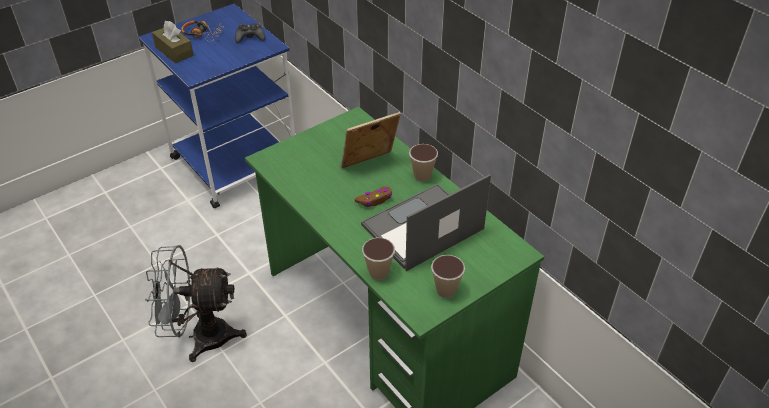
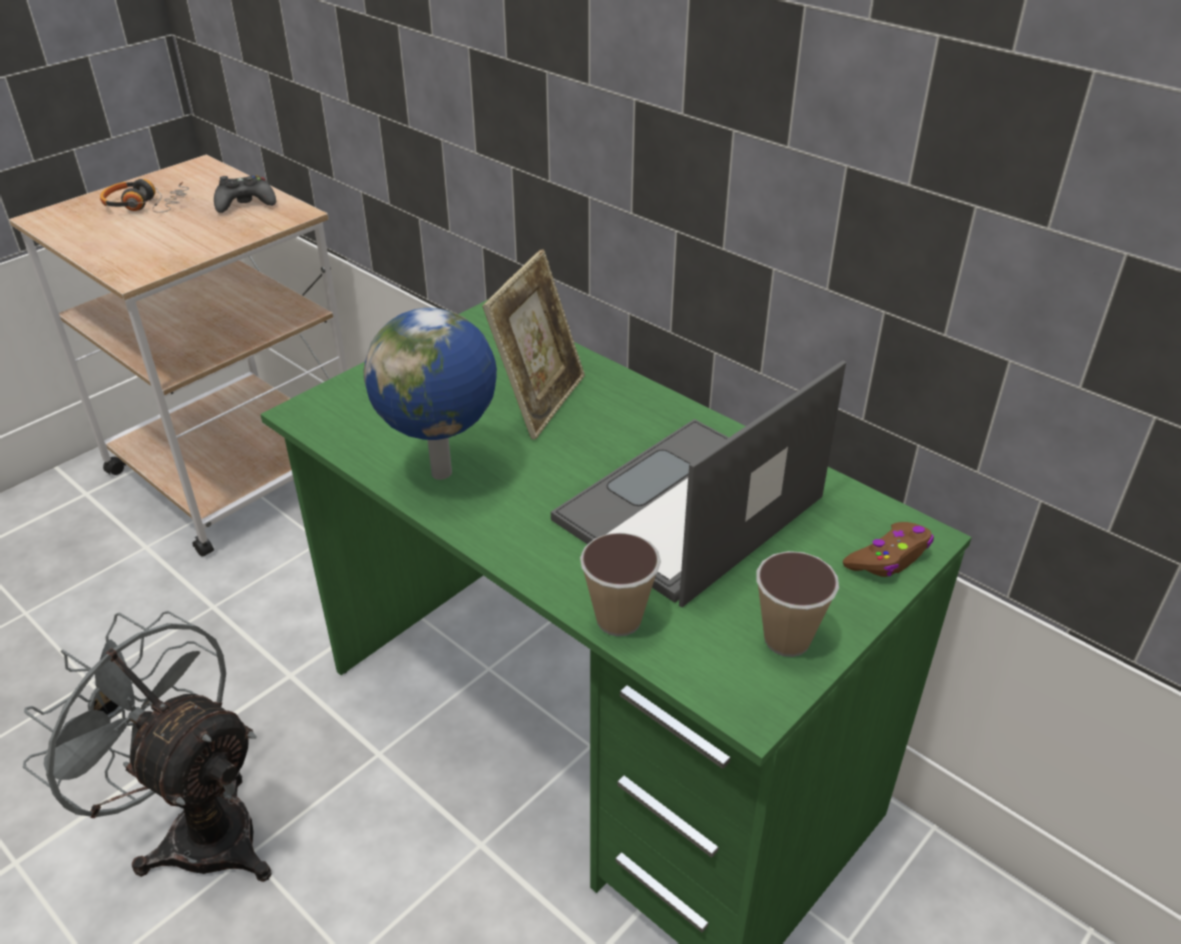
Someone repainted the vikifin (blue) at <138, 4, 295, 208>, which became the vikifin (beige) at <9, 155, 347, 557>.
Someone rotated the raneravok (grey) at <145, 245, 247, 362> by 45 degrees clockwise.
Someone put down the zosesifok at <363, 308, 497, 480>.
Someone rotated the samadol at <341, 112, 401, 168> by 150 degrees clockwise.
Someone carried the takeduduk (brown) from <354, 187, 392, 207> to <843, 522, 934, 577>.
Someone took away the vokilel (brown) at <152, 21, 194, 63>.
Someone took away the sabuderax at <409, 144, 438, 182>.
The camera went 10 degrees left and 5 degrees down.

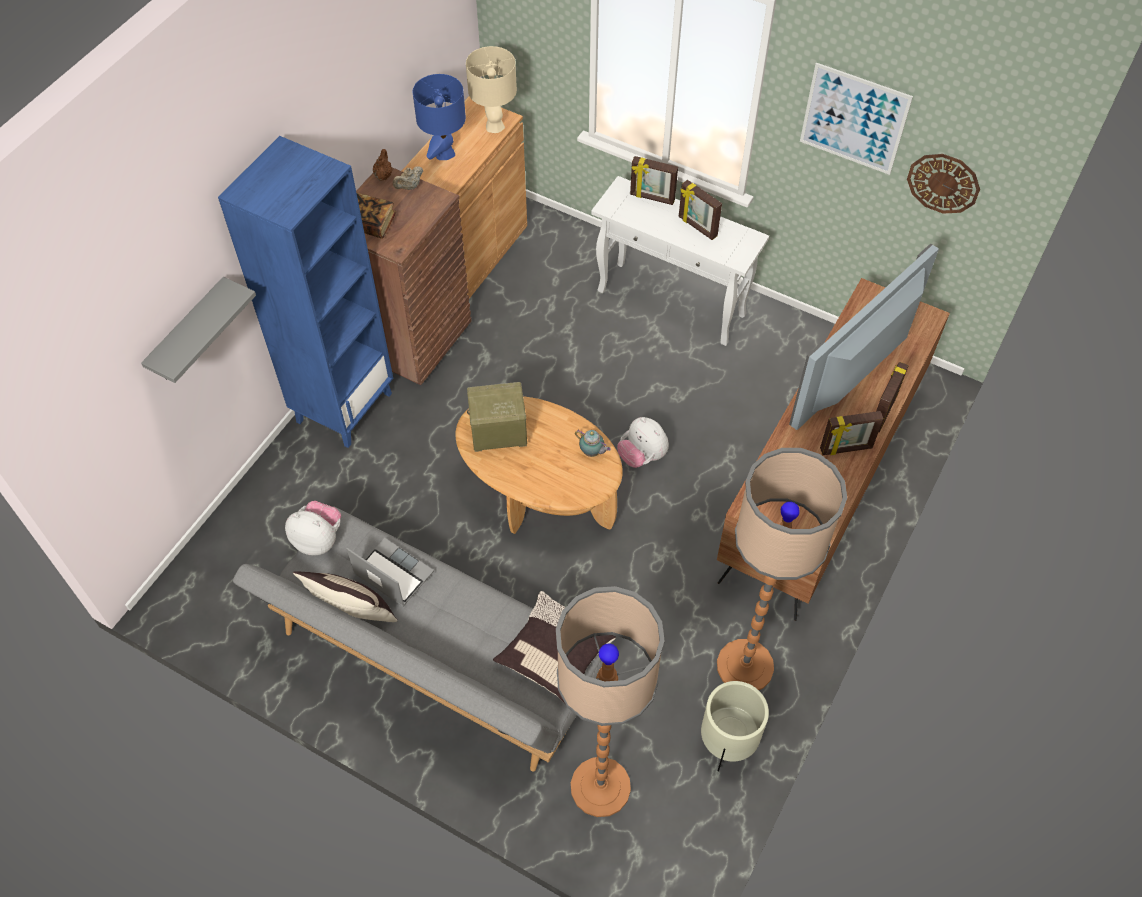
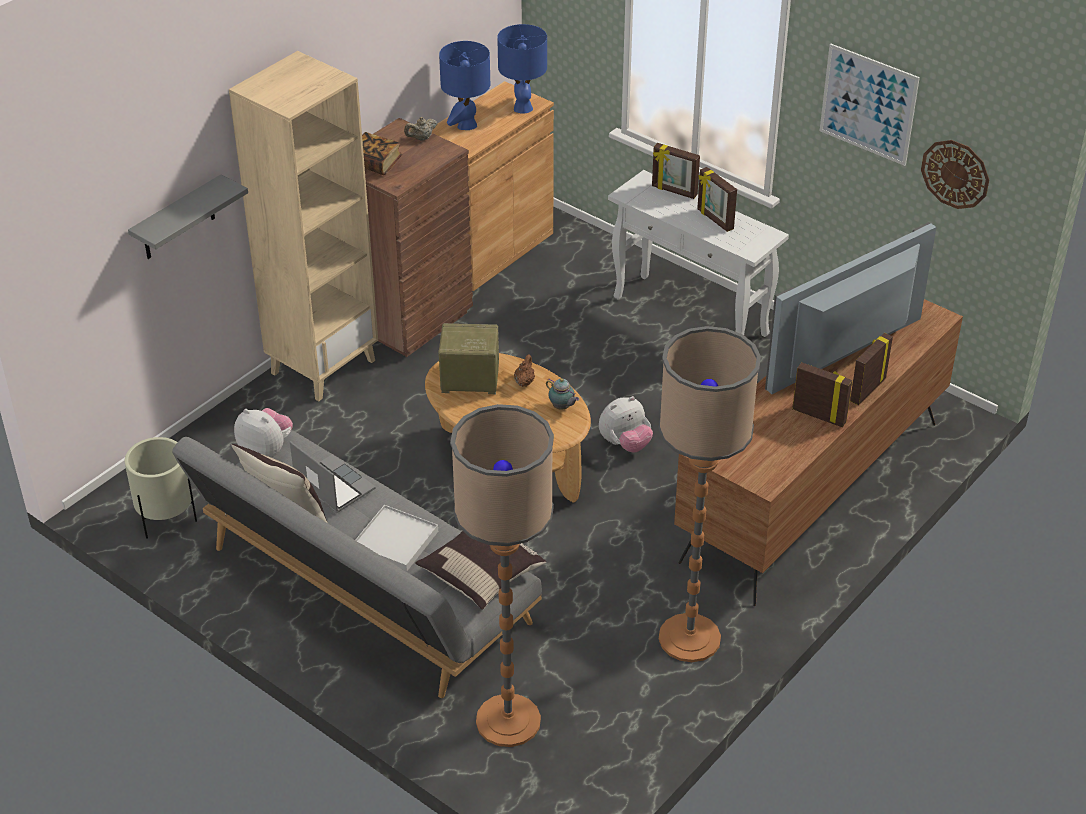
Someone carried the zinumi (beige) from <701, 681, 769, 771> to <124, 437, 197, 539>.
Someone repainted the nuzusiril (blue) at <218, 136, 393, 448>, which became the nuzusiril (beige) at <229, 51, 378, 401>.
Someone put down the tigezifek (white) at <355, 505, 438, 572>.
Someone repainted the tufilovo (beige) at <466, 46, 517, 133>, which became the tufilovo (blue) at <497, 24, 547, 114>.
Someone carried the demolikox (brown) from <373, 149, 392, 181> to <514, 354, 535, 387>.
Someone rotated the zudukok at <617, 417, 669, 468> by 90 degrees counterclockwise.
Someone rotated the samadol at <820, 411, 883, 455> by 150 degrees counterclockwise.
The camera went 10 degrees right and 15 degrees down.

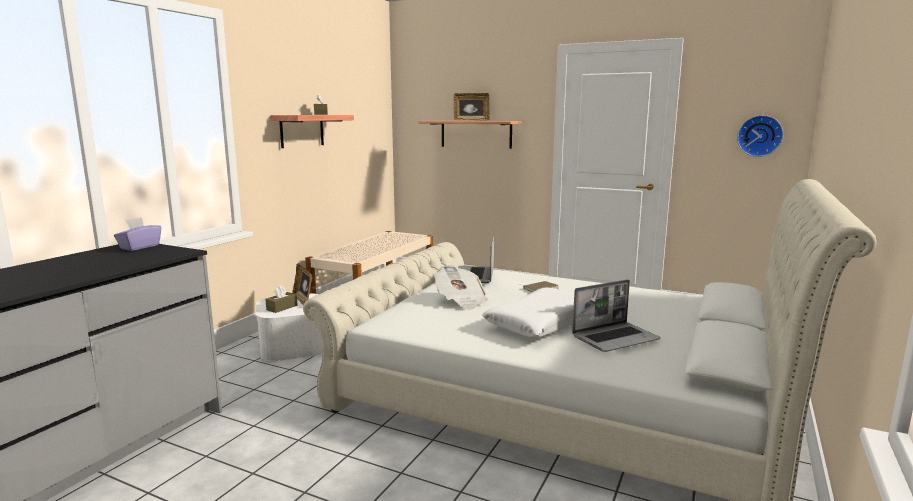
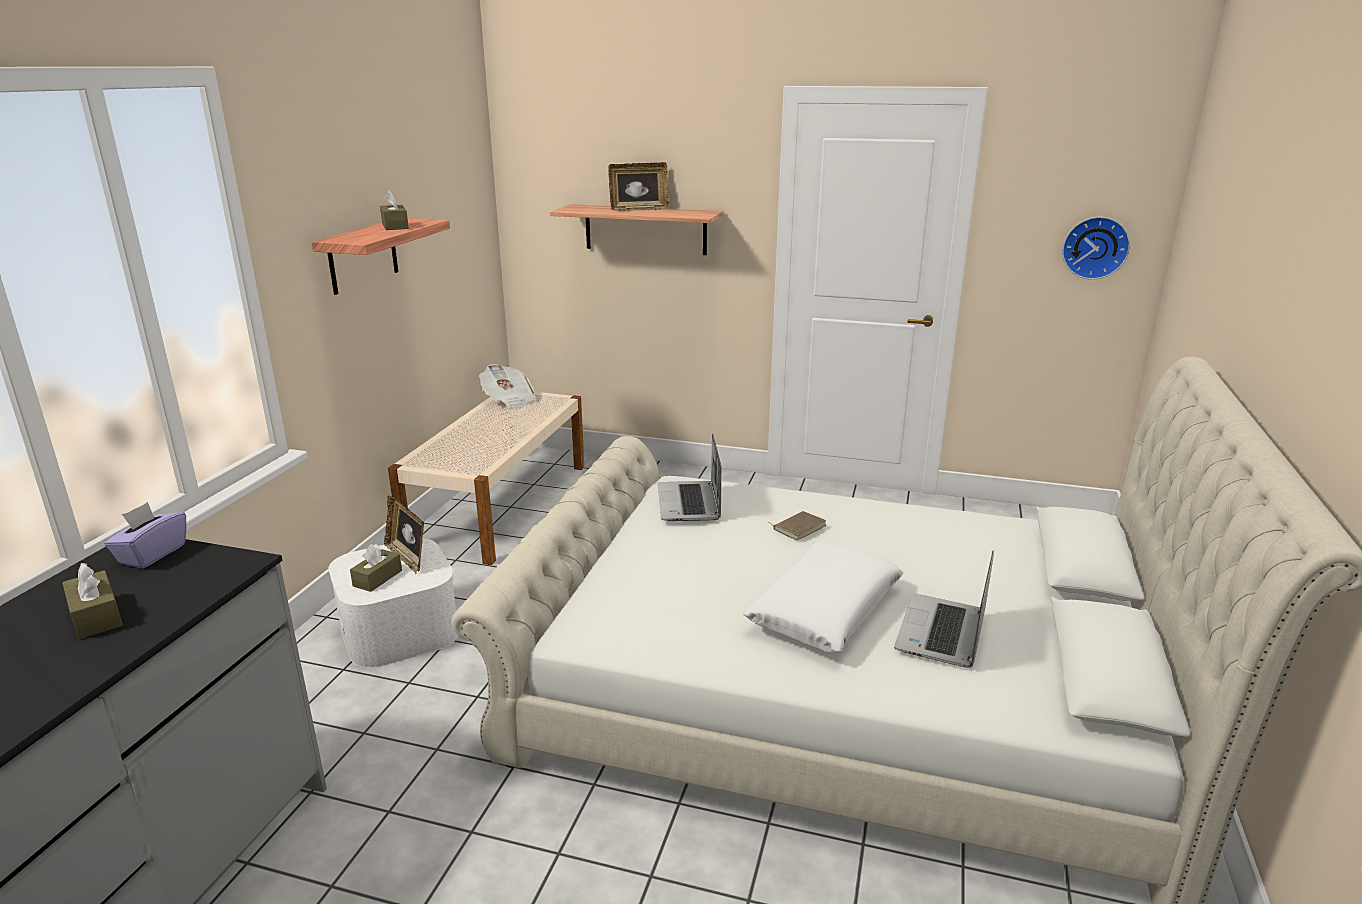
Someone put down the vokilel (brown) at <62, 563, 123, 639>.
Someone carried the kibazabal from <434, 265, 488, 310> to <479, 364, 537, 410>.
Someone rotated the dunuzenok at <572, 279, 661, 352> by 150 degrees clockwise.
The camera went 10 degrees left and 10 degrees up.

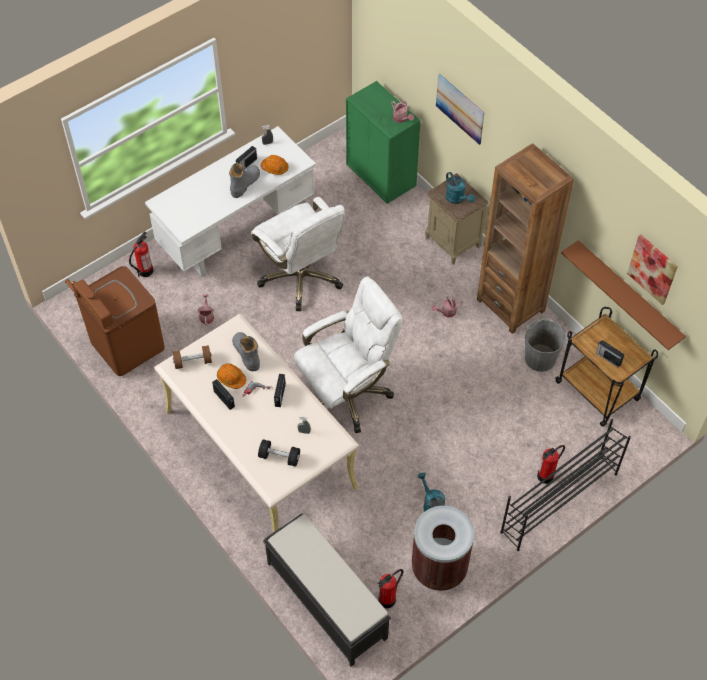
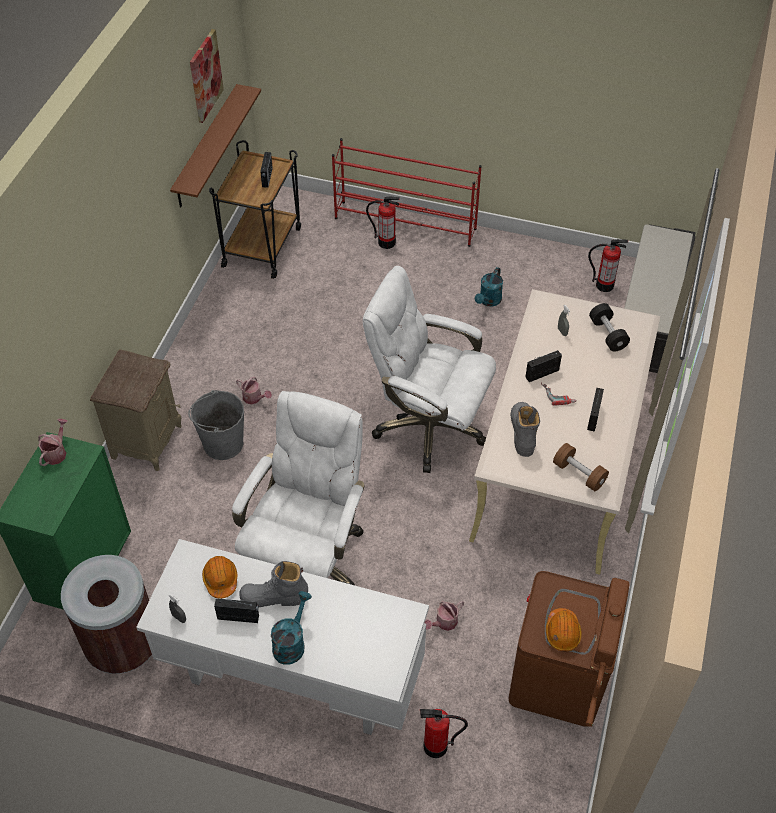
Someone carried the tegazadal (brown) from <412, 506, 474, 591> to <61, 555, 152, 674>.
Someone carried the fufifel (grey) from <525, 318, 566, 372> to <188, 390, 244, 460>.
Someone carried the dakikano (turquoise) from <445, 172, 475, 204> to <271, 591, 312, 664>.
Someone repainted the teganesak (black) at <500, 419, 631, 551>, which became the teganesak (red) at <332, 138, 482, 247>.
Someone rotated the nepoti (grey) at <232, 332, 260, 371> by 150 degrees clockwise.
Someone carried the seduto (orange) from <217, 363, 246, 389> to <546, 608, 582, 651>.
Someone took away the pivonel at <436, 74, 484, 145>.
Someone took away the nuzusiril (brown) at <477, 143, 574, 334>.
The camera went 125 degrees left and 5 degrees down.

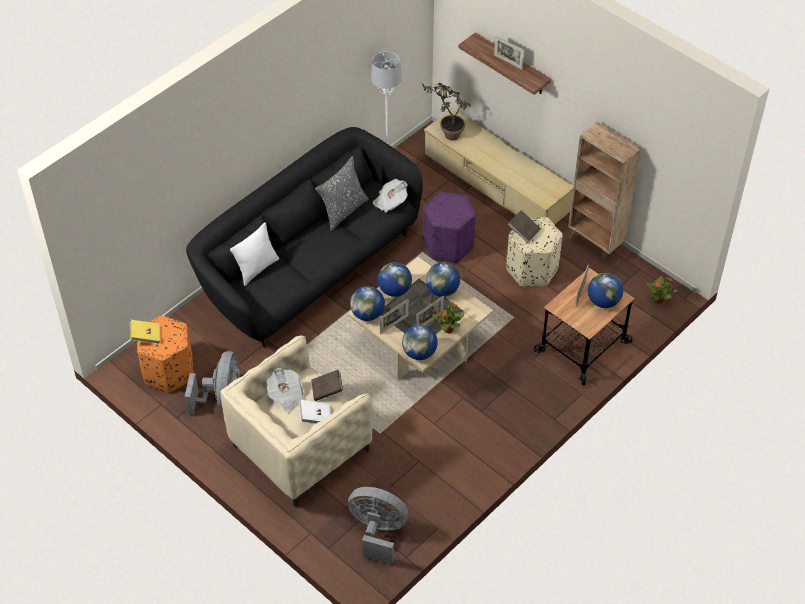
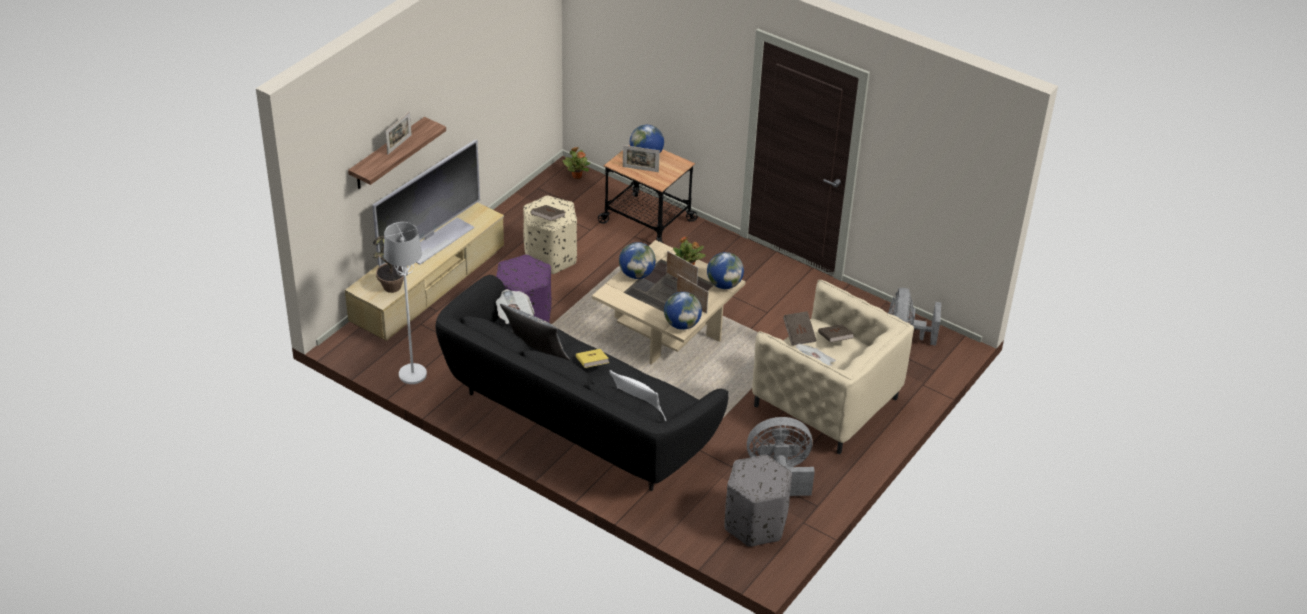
Someone put down the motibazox at <372, 139, 480, 267>.
Someone carried the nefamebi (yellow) from <130, 320, 161, 344> to <576, 349, 609, 368>.
Someone repainted the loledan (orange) at <137, 316, 193, 393>, which became the loledan (grey) at <724, 455, 792, 547>.
Someone repainted the nefamebi (white) at <299, 400, 330, 424>, which became the nefamebi (brown) at <818, 324, 854, 343>.
Someone took away the zosesifok at <378, 262, 412, 297>.
Someone took away the nuzusiril (brown) at <568, 122, 641, 262>.
The camera went 100 degrees left and 10 degrees down.

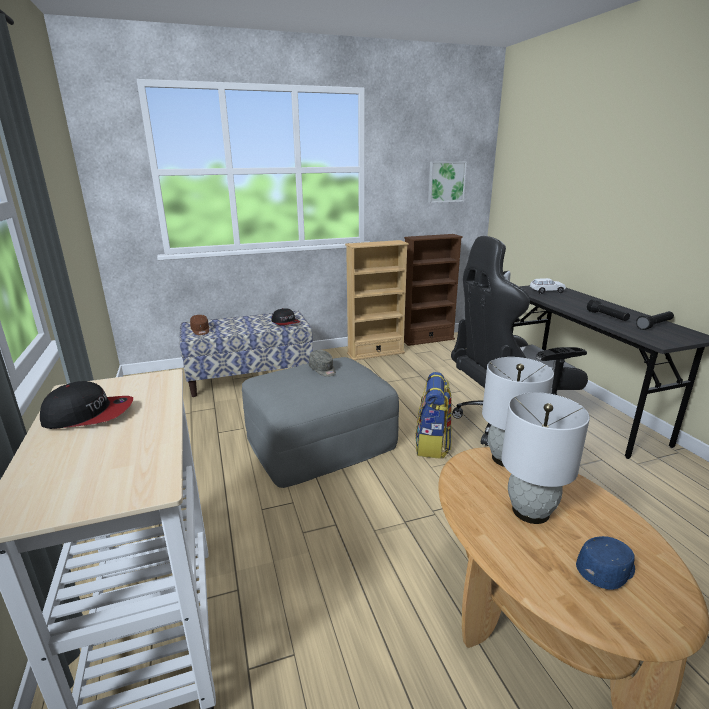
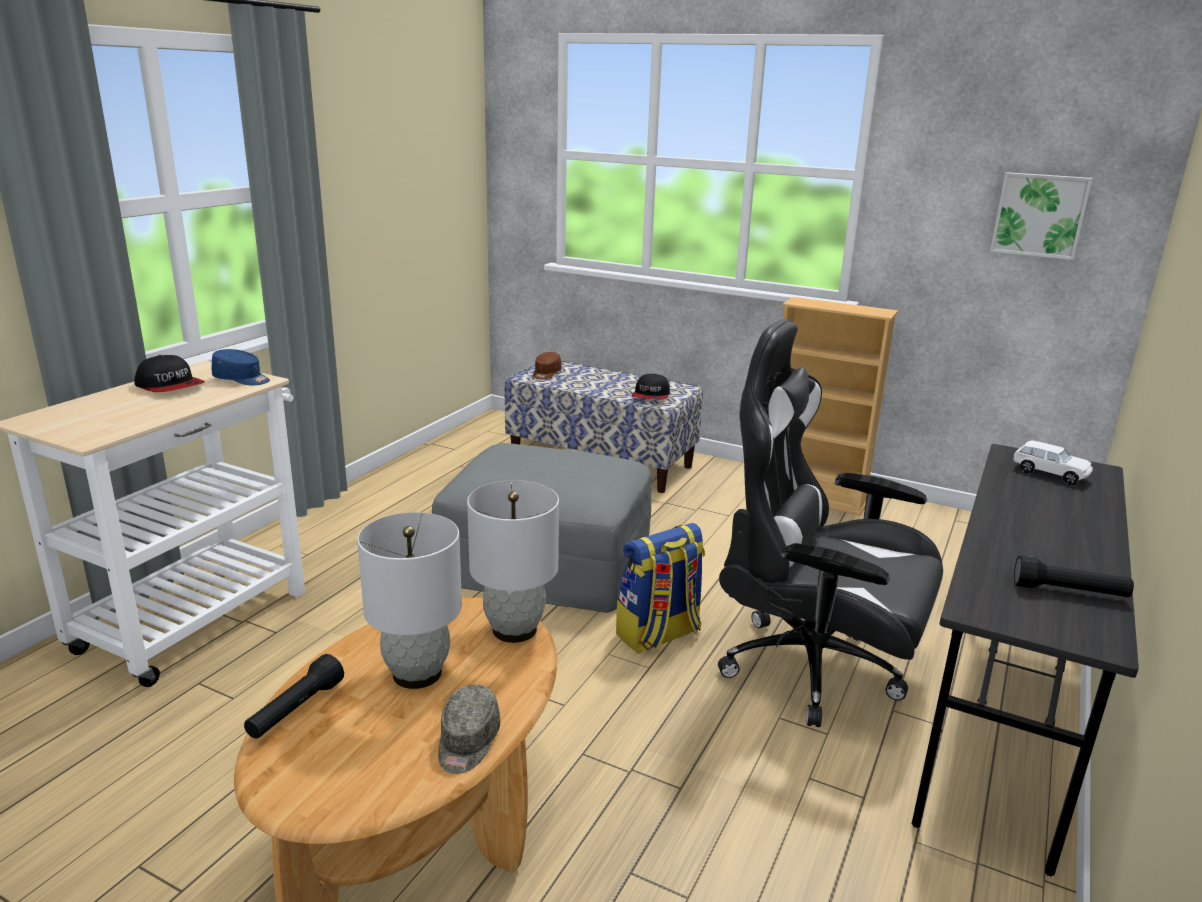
Someone carried the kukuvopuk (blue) from <576, 536, 635, 590> to <211, 349, 270, 385>.
Someone carried the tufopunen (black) from <587, 299, 630, 321> to <244, 654, 344, 739>.
Someone carried the kukuvopuk (grey) from <309, 350, 336, 377> to <438, 685, 500, 774>.
Someone took away the nuzusiril (brown) at <404, 234, 463, 346>.
The camera went 45 degrees right and 0 degrees up.

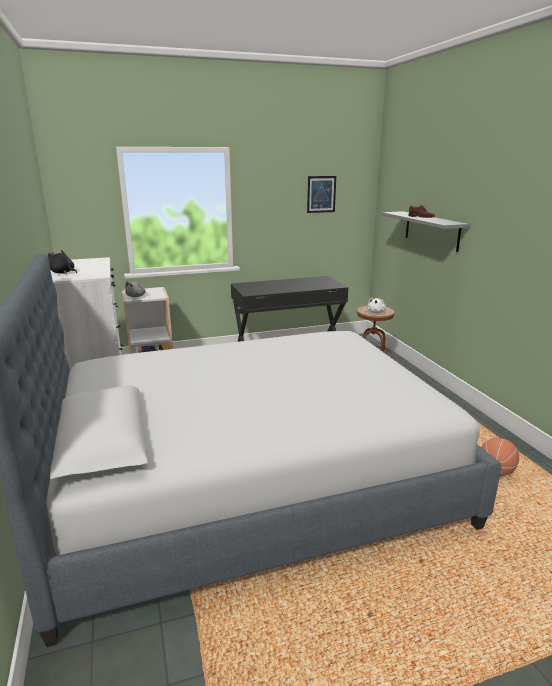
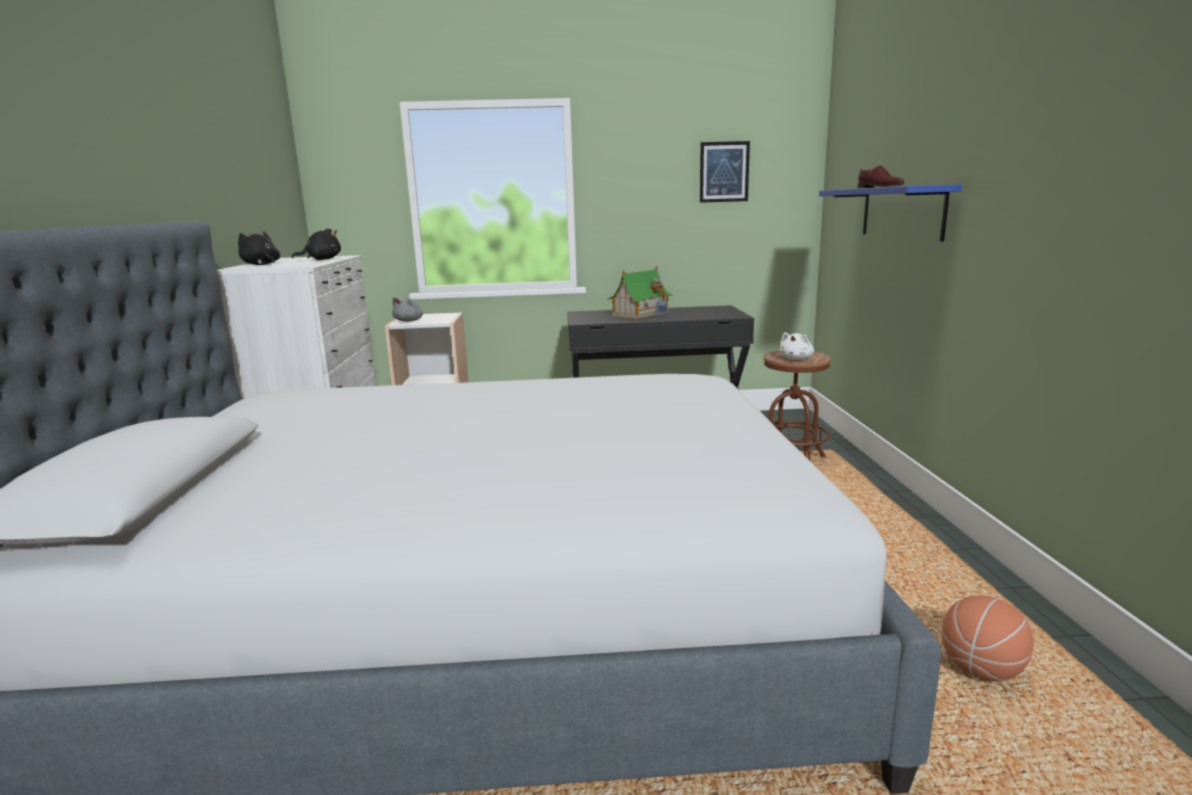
Someone put down the zudukok (black) at <292, 229, 341, 260>.
Someone put down the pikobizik at <607, 265, 673, 319>.
Someone repainted the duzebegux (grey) at <382, 211, 469, 252>, which became the duzebegux (blue) at <819, 184, 962, 242>.
The camera went 15 degrees right and 5 degrees down.

